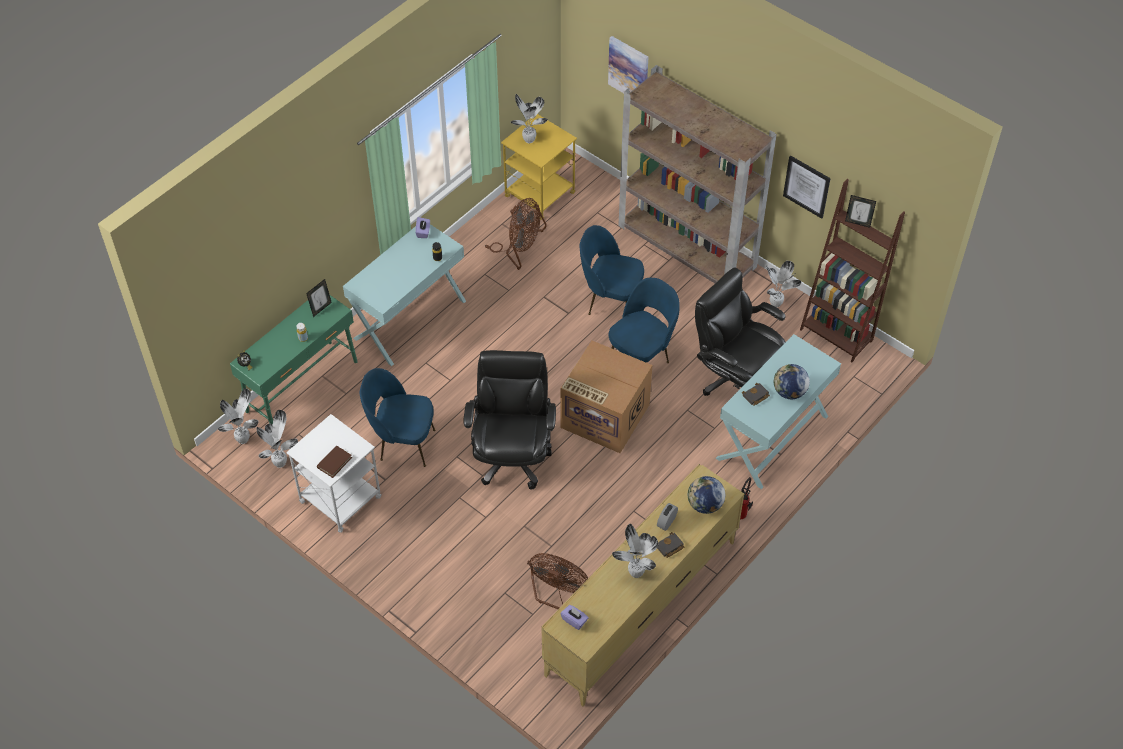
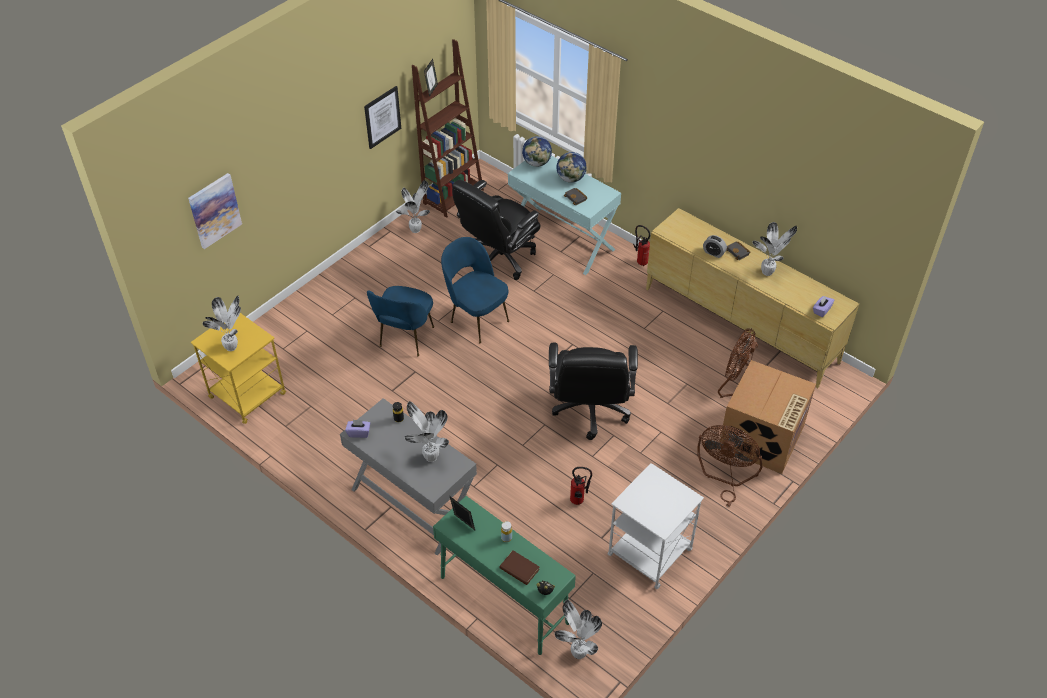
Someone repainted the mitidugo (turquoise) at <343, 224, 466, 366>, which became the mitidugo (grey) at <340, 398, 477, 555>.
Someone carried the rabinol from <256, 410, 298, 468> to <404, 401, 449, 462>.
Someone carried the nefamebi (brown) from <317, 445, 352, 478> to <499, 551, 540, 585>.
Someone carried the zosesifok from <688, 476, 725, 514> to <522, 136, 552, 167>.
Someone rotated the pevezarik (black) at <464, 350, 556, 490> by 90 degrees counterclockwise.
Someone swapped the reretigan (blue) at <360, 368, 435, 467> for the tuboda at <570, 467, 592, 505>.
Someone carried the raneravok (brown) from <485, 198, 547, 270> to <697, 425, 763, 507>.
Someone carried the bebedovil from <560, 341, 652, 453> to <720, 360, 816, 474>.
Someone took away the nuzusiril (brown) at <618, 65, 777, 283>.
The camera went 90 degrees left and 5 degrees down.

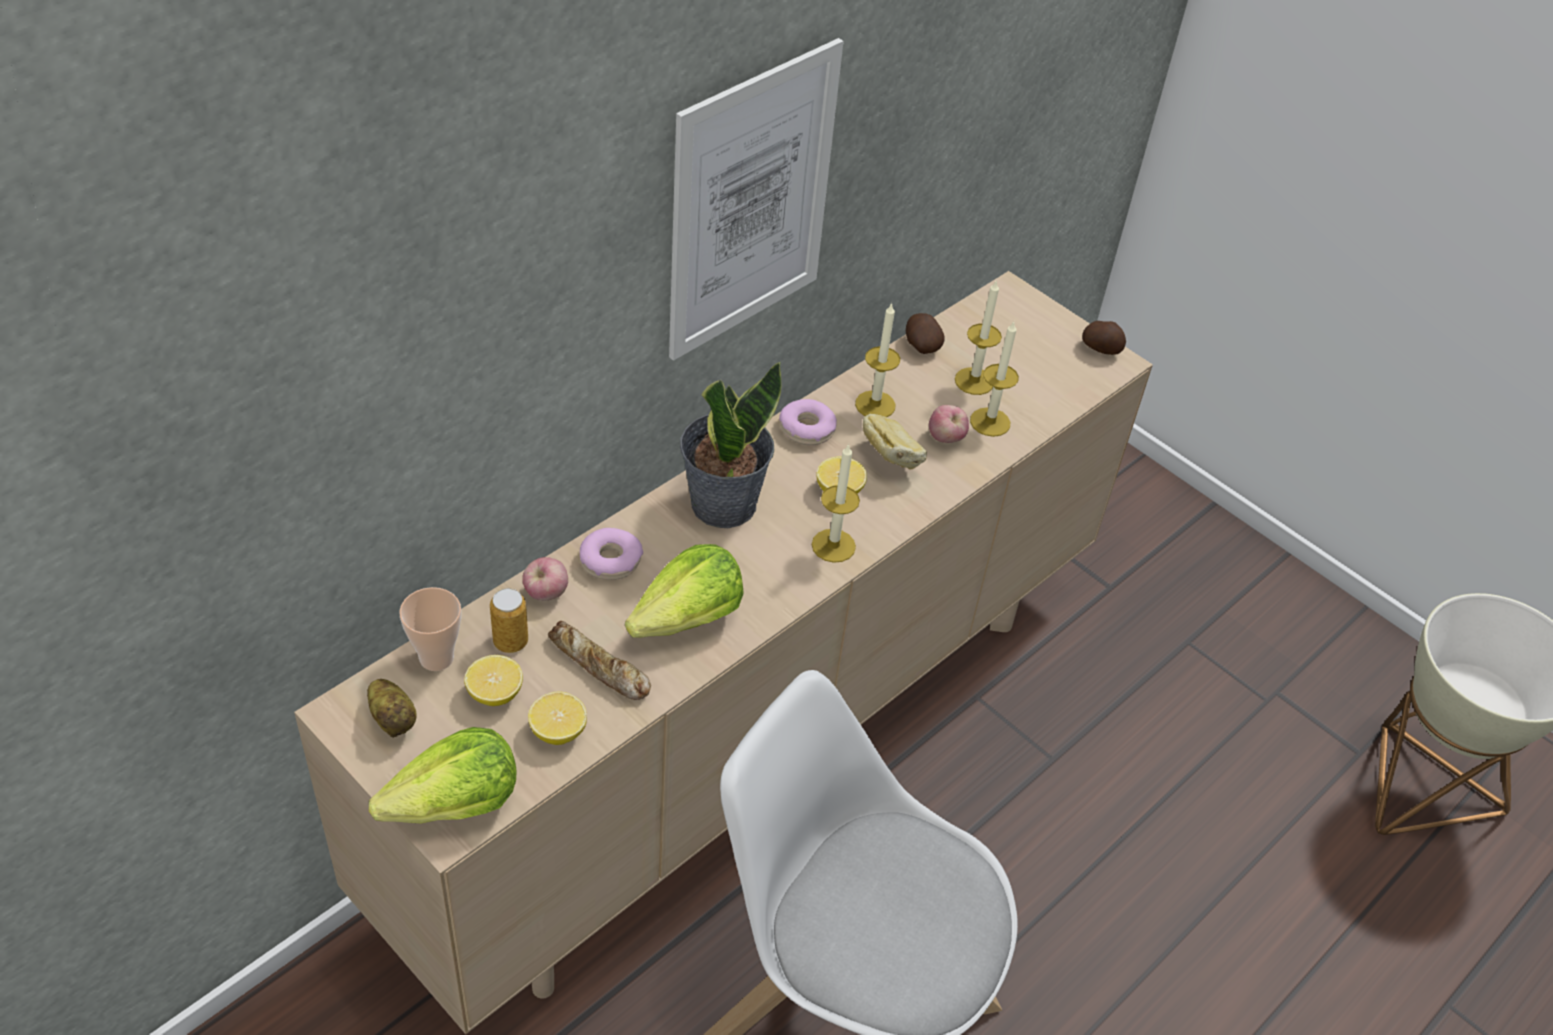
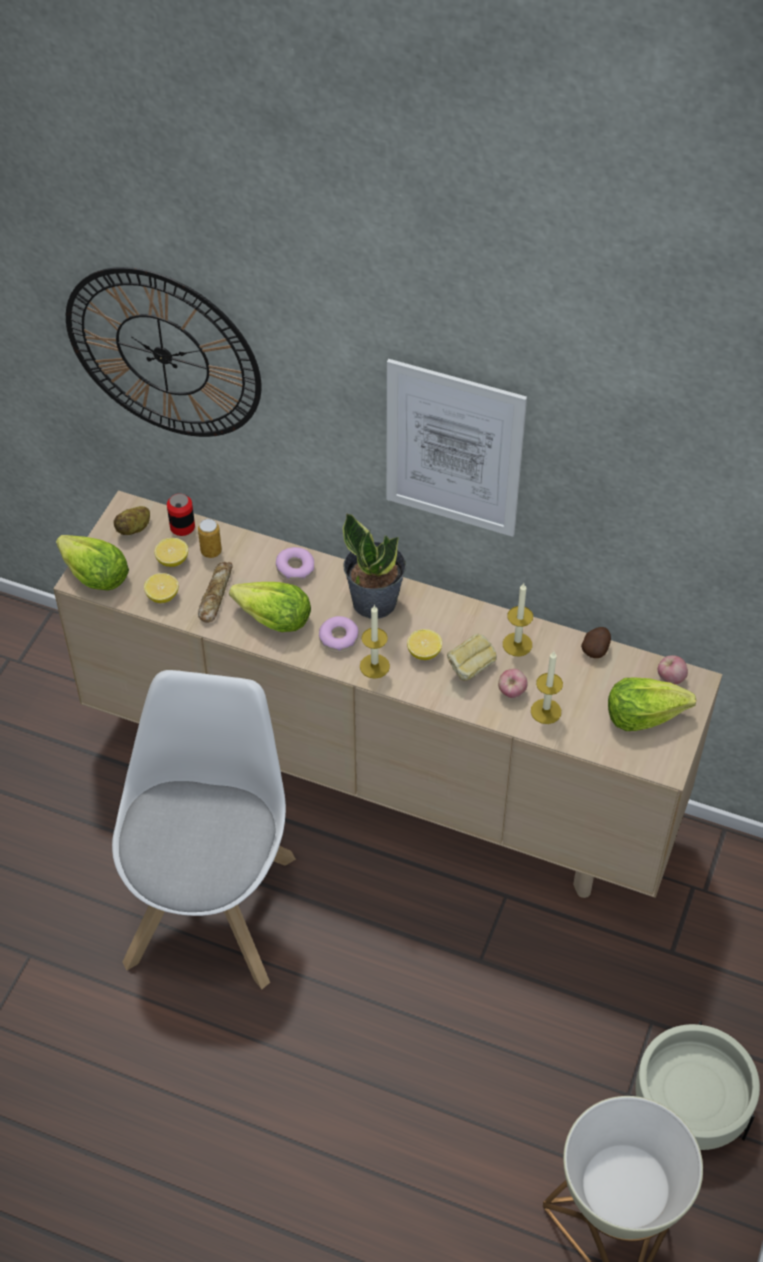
Someone put up the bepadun at <66, 267, 261, 437>.
Someone swapped the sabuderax at <399, 587, 461, 671> for the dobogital at <167, 494, 195, 536>.
Someone carried the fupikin from <779, 399, 837, 445> to <319, 616, 358, 653>.
Someone put down the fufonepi at <608, 677, 697, 731>.
Someone put down the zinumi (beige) at <635, 1021, 760, 1150>.
Someone carried the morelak from <522, 557, 568, 601> to <658, 655, 688, 685>.
Someone took away the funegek at <955, 280, 1002, 395>.
Someone took away the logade at <1082, 321, 1126, 355>.
The camera went 70 degrees right and 5 degrees up.

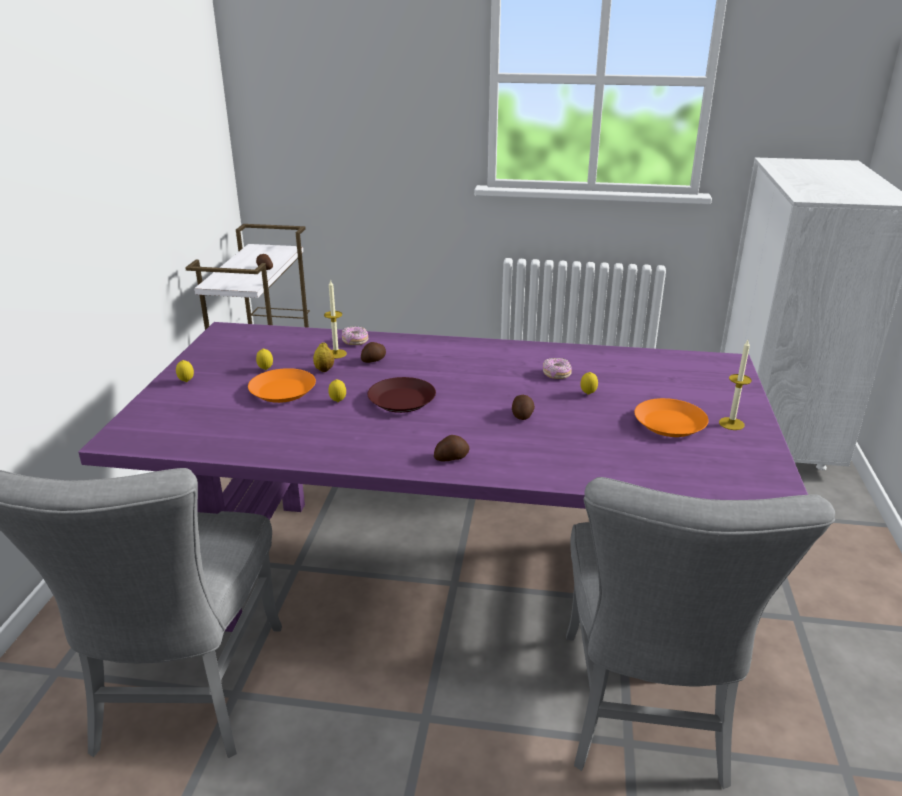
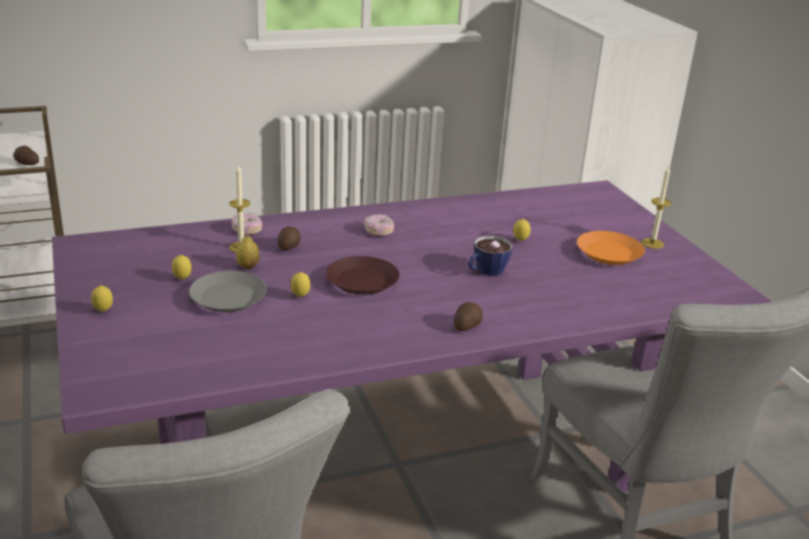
Someone repainted the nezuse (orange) at <248, 368, 316, 403>, which became the nezuse (grey) at <189, 271, 267, 312>.
Someone carried the fupikin from <543, 358, 572, 379> to <364, 214, 394, 236>.
Someone swapped the logade at <512, 395, 535, 420> for the sabuderax at <468, 236, 513, 276>.
The camera went 30 degrees left and 0 degrees up.

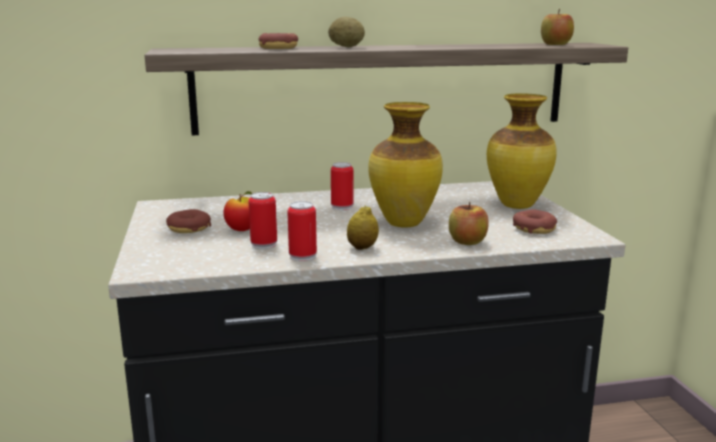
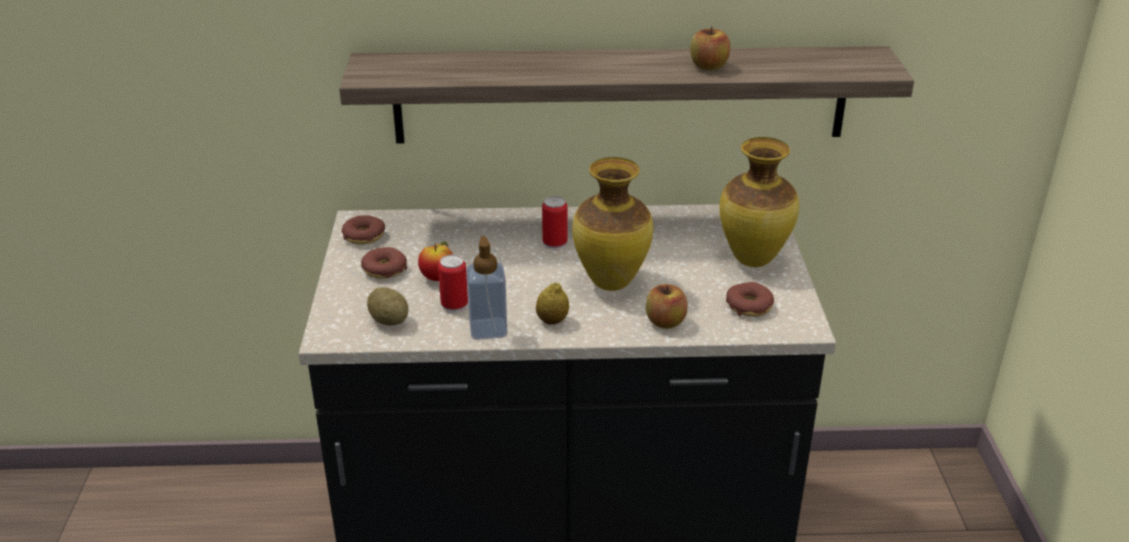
Someone carried the fupikin from <258, 33, 298, 49> to <342, 215, 385, 245>.
Someone carried the logade from <328, 17, 365, 47> to <367, 287, 408, 326>.
Someone swapped the dobogital at <287, 201, 317, 261> for the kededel at <466, 236, 507, 340>.
Someone carried the morelak from <541, 8, 574, 45> to <690, 27, 730, 70>.
The camera went 10 degrees right and 15 degrees up.

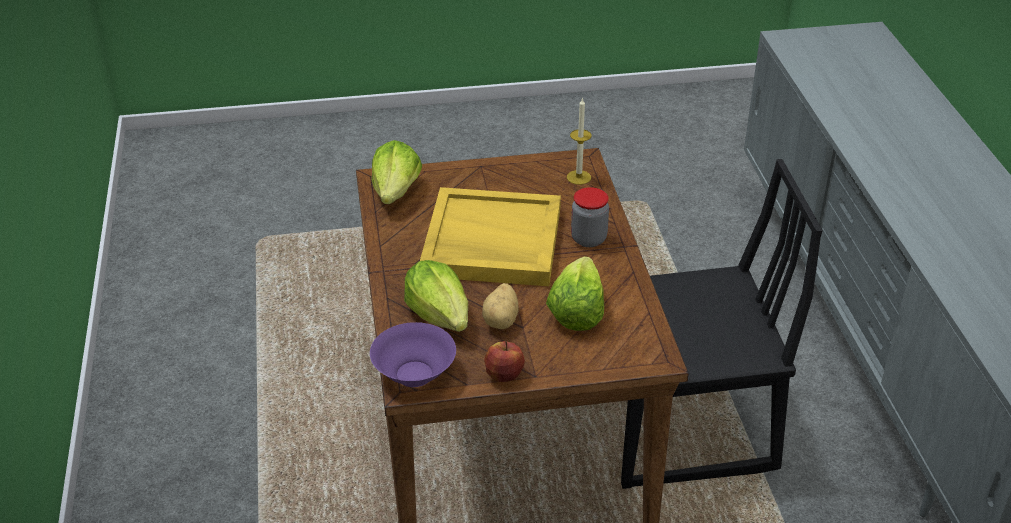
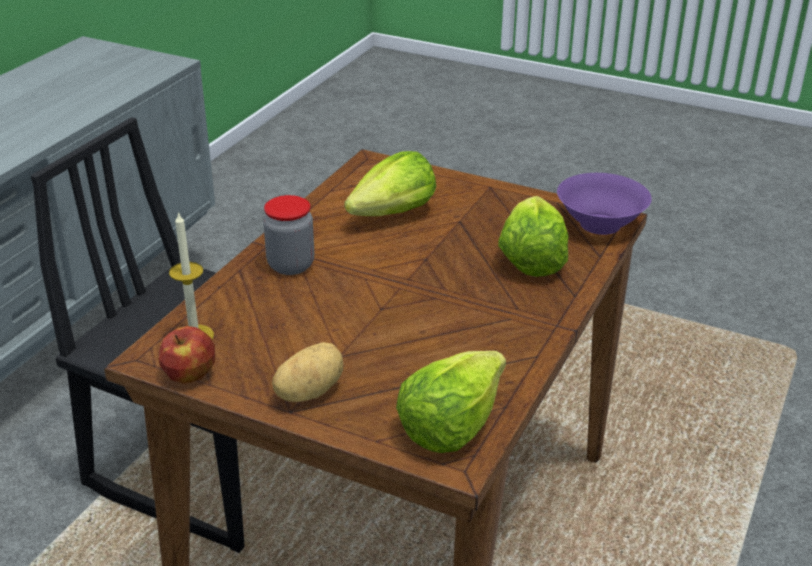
Someone carried the morelak from <484, 341, 525, 382> to <159, 326, 215, 384>.
Someone carried the logade from <482, 283, 518, 329> to <272, 342, 343, 402>.
Someone took away the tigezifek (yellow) at <420, 187, 561, 286>.
The camera went 145 degrees left and 5 degrees down.

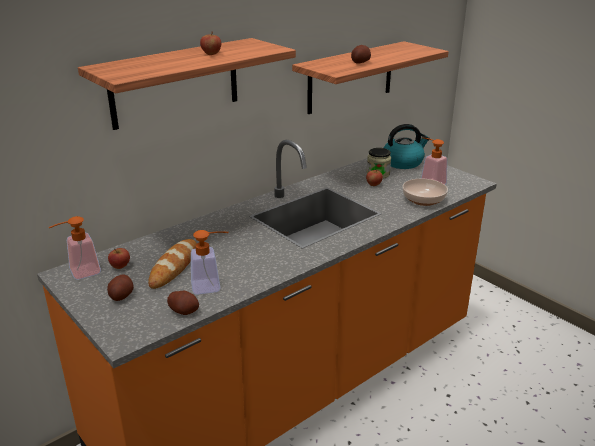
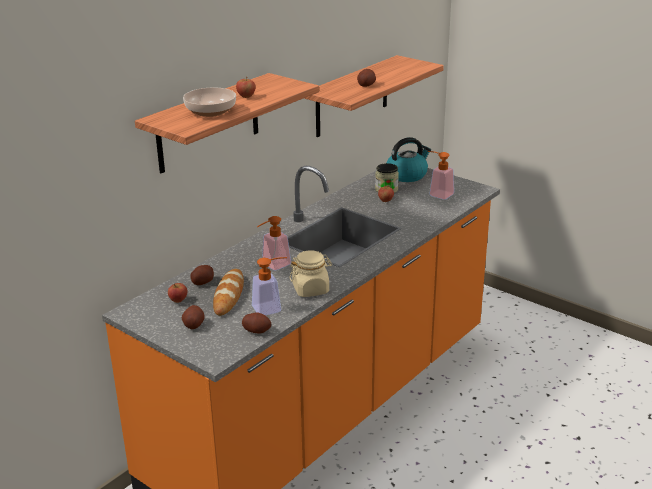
Someone carried the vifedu from <402, 179, 448, 206> to <183, 87, 236, 117>.
Someone put down the logade at <190, 265, 214, 285>.
Someone carried the kededel from <48, 216, 101, 280> to <257, 216, 291, 270>.
Someone put down the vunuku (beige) at <289, 250, 332, 297>.
The camera went 10 degrees left and 0 degrees up.

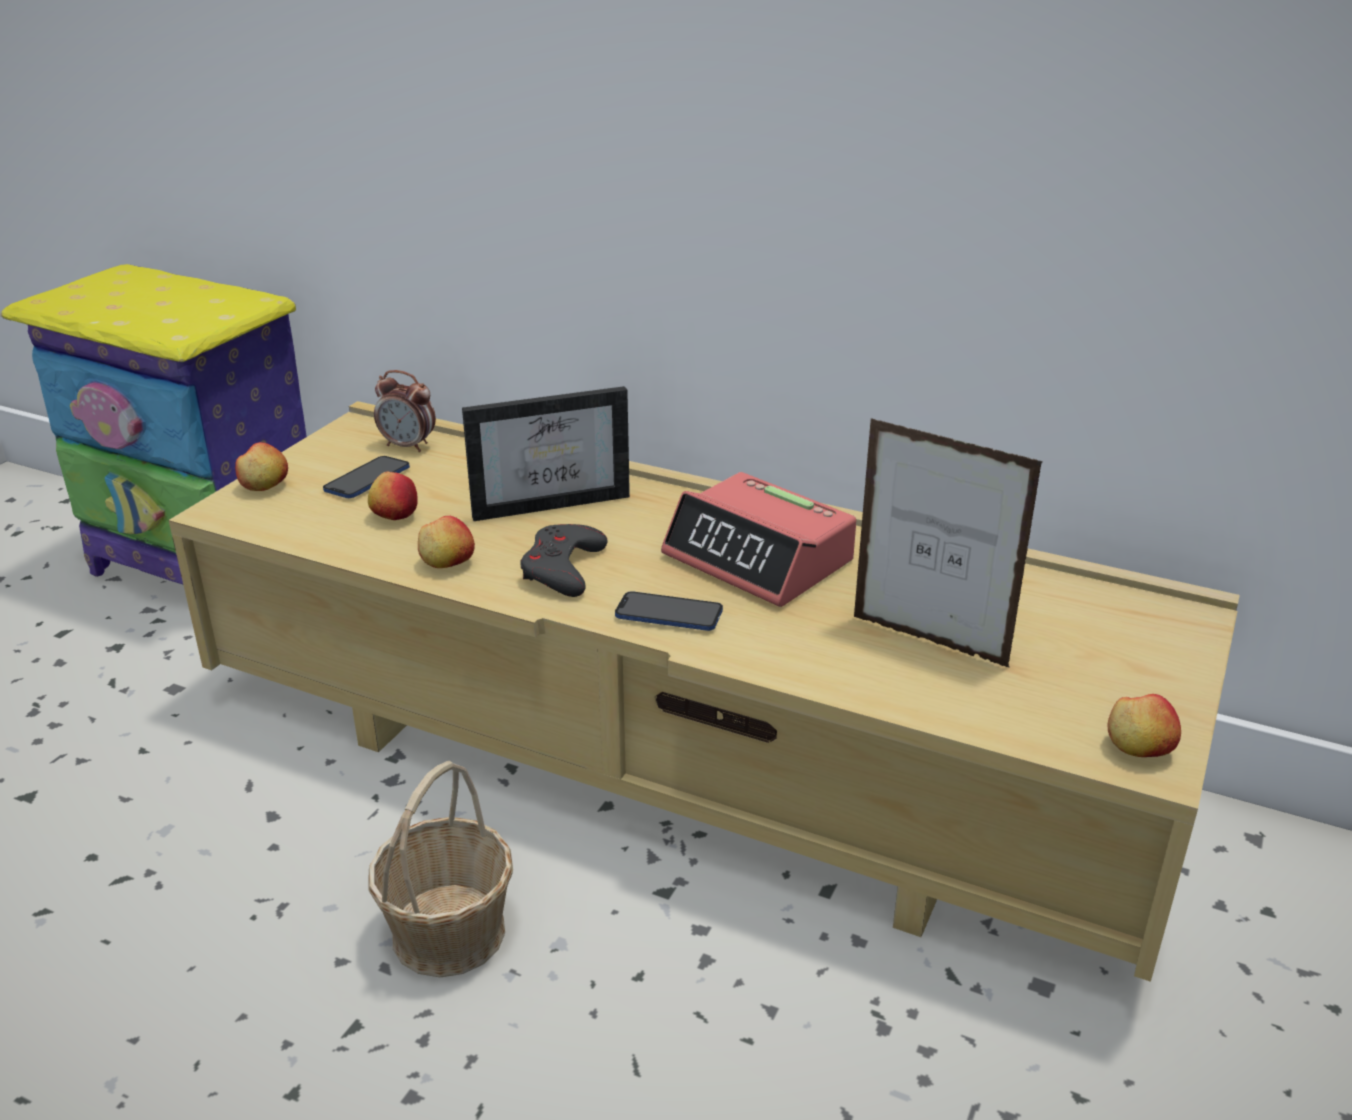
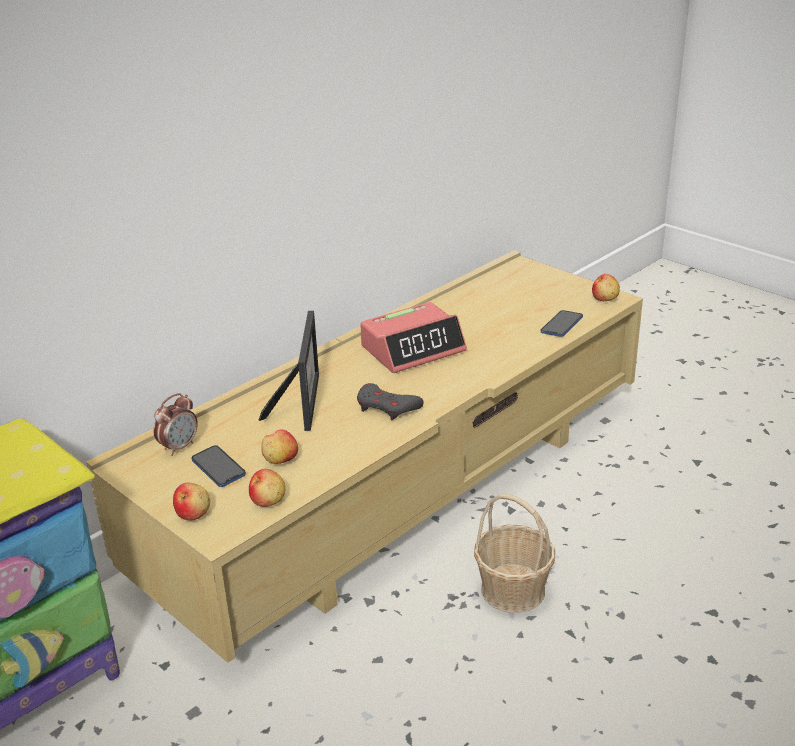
Someone carried the morelak from <418, 516, 475, 568> to <249, 469, 285, 507>.
Someone carried the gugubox from <615, 591, 723, 631> to <541, 310, 583, 337>.
Someone took away the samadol at <854, 418, 1043, 668>.
The camera went 70 degrees left and 0 degrees up.

